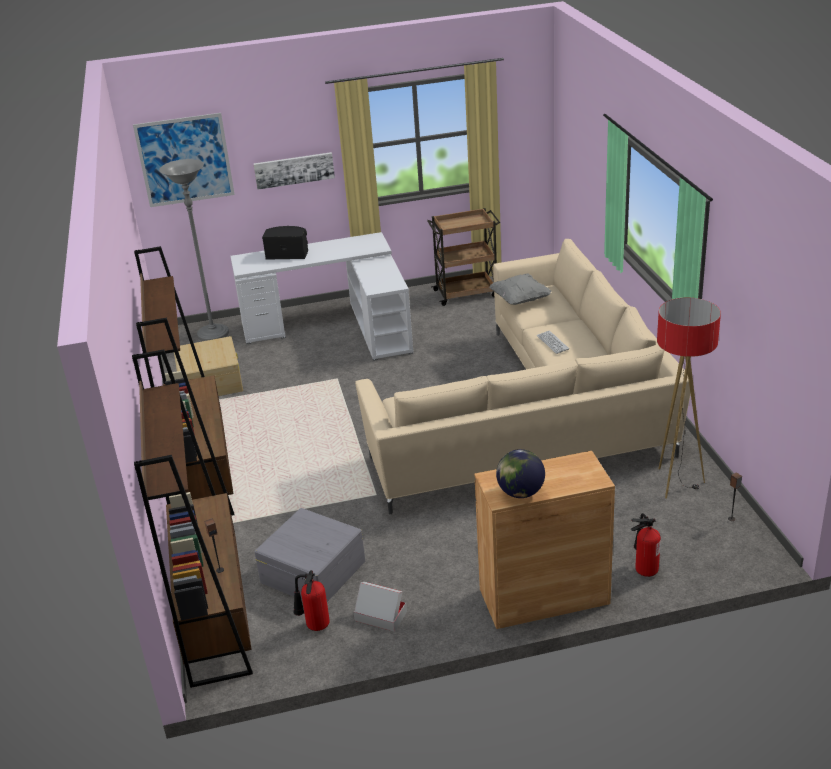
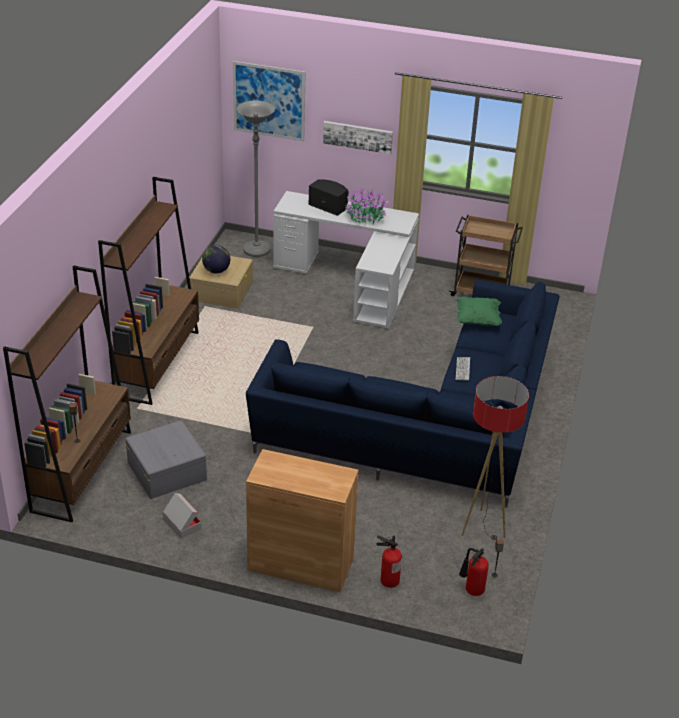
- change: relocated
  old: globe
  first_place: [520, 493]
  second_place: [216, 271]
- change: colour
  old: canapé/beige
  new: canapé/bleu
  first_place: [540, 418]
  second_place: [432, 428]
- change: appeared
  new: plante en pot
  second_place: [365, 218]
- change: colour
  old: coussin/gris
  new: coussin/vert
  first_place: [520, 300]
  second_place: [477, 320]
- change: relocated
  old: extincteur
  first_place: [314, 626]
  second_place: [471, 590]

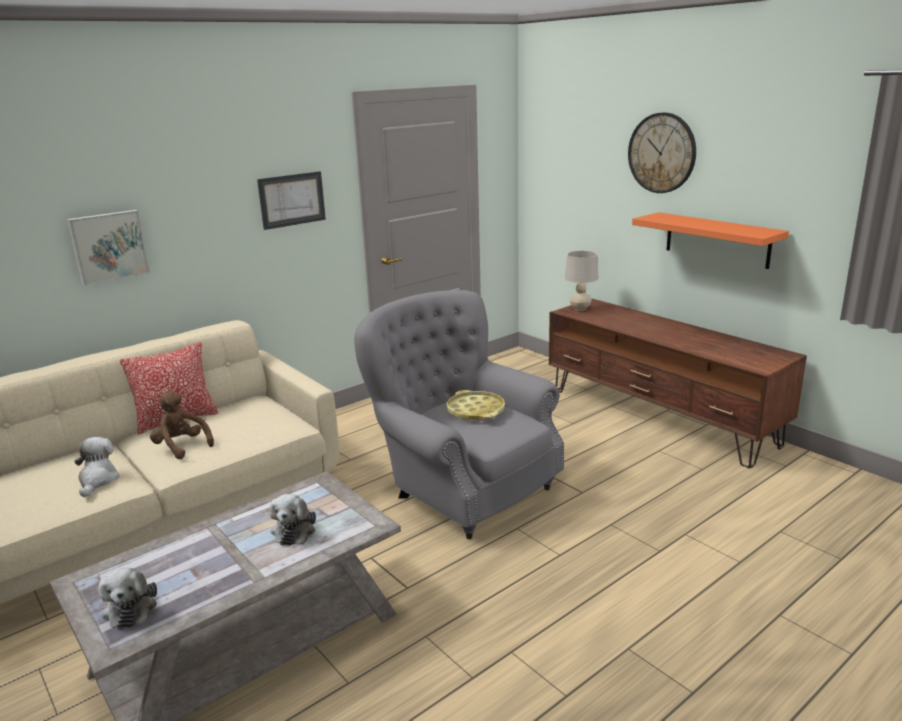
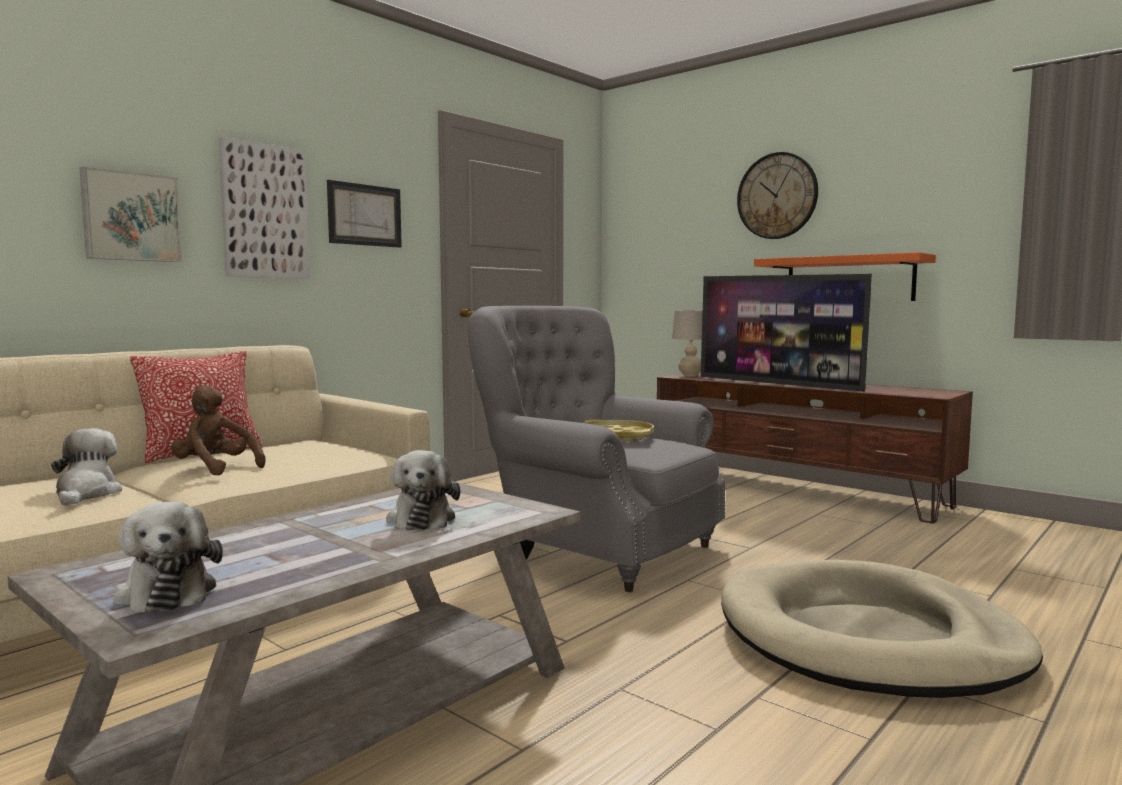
- change: appeared
  new: tableau
  second_place: [265, 211]
- change: appeared
  new: téléviseur
  second_place: [778, 384]
- change: appeared
  new: panier pour chien/beige
  second_place: [869, 638]

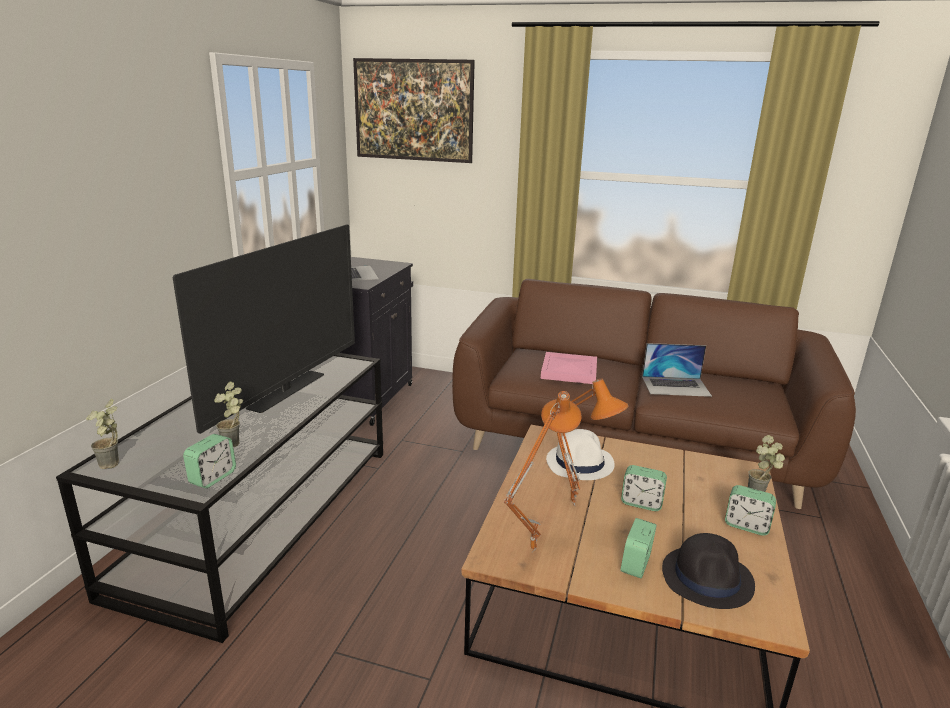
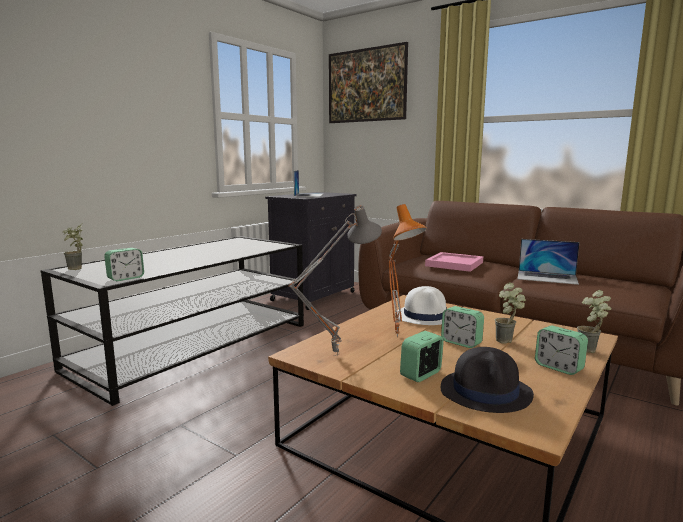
- change: colour
  old: lampe de table/orange
  new: lampe de table/gris
  first_place: [531, 549]
  second_place: [335, 354]
- change: relocated
  old: plante en pot
  first_place: [236, 445]
  second_place: [509, 342]
- change: missing
  old: téléviseur
  first_place: [287, 391]

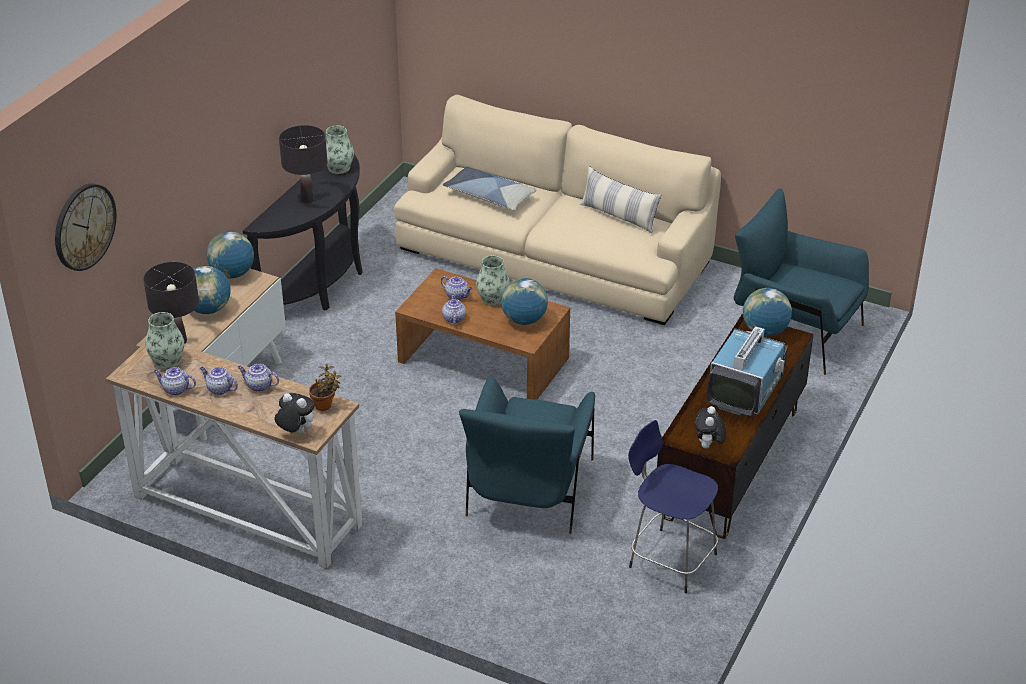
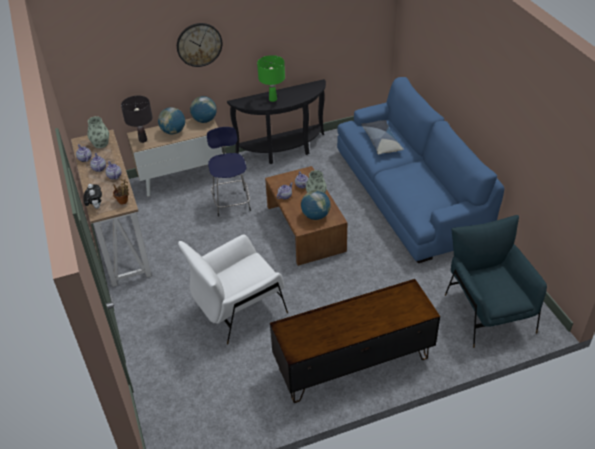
- change: relocated
  old: horloge murale
  first_place: [84, 226]
  second_place: [199, 44]
- change: colour
  old: fauteuil/bleu
  new: fauteuil/blanc
  first_place: [529, 491]
  second_place: [238, 309]
- change: relocated
  old: tabouret/bleu
  first_place: [670, 559]
  second_place: [231, 202]
- change: colour
  old: lampe de table/noir
  new: lampe de table/vert
  first_place: [307, 199]
  second_place: [273, 99]
- change: colour
  old: canapé/beige
  new: canapé/bleu
  first_place: [553, 256]
  second_place: [408, 193]
- change: missing
  old: vase
  first_place: [339, 168]
- change: missing
  old: coussin
  first_place: [618, 216]
- change: missing
  old: peluche
  first_place: [708, 446]
- change: missing
  old: téléviseur
  first_place: [746, 389]
- change: missing
  old: globe
  first_place: [764, 331]

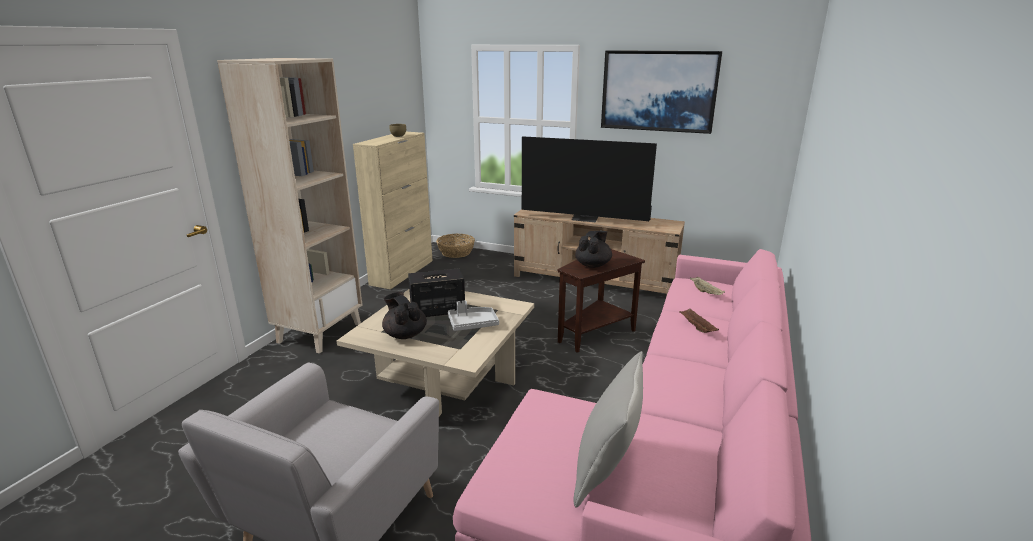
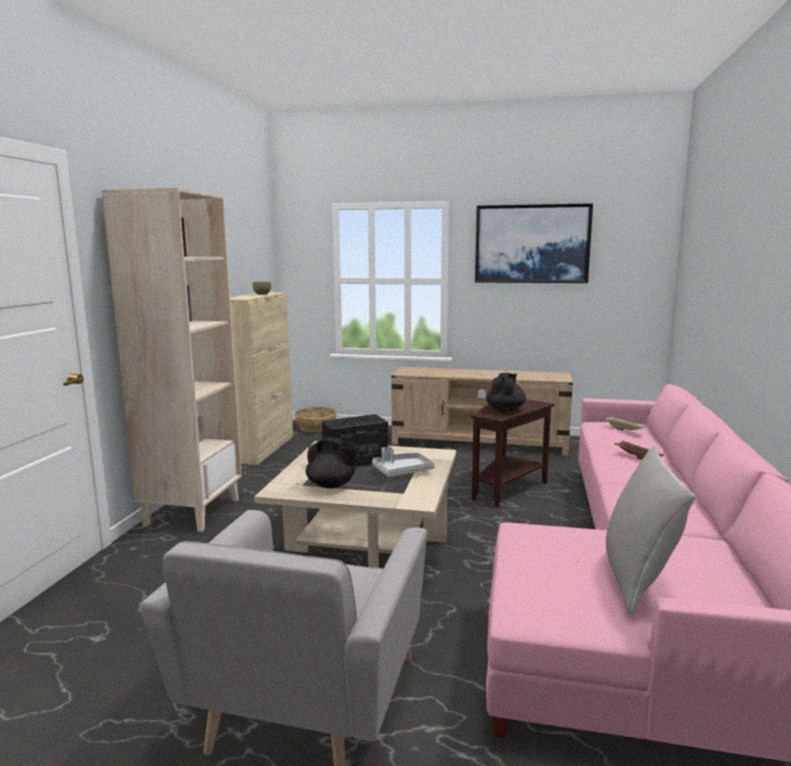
- change: spun
  old: théière/noir
  first_place: [405, 334]
  second_place: [332, 485]
  degrees: 150
- change: missing
  old: téléviseur
  first_place: [585, 219]

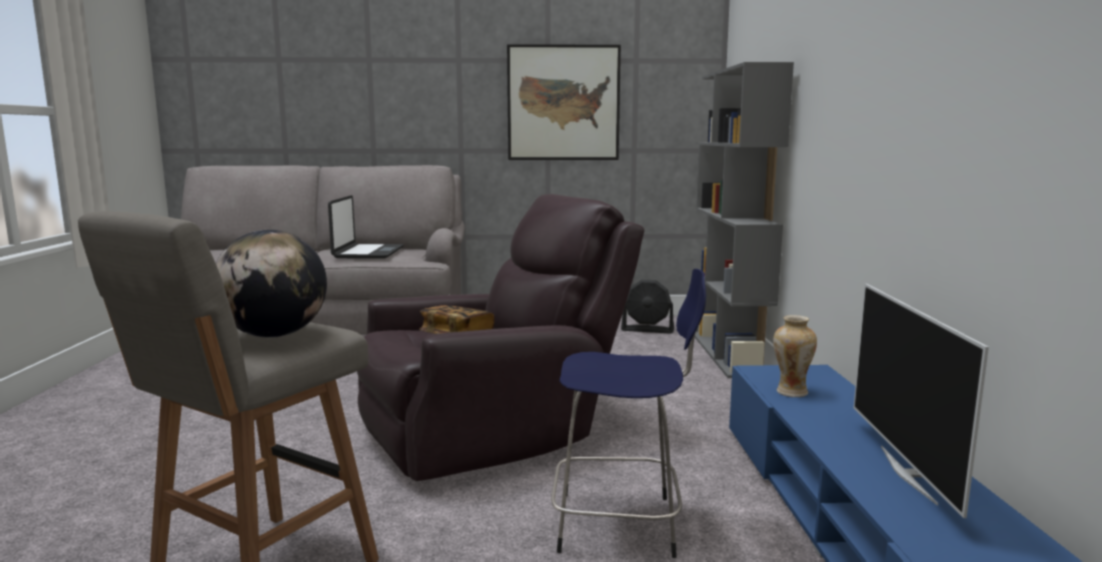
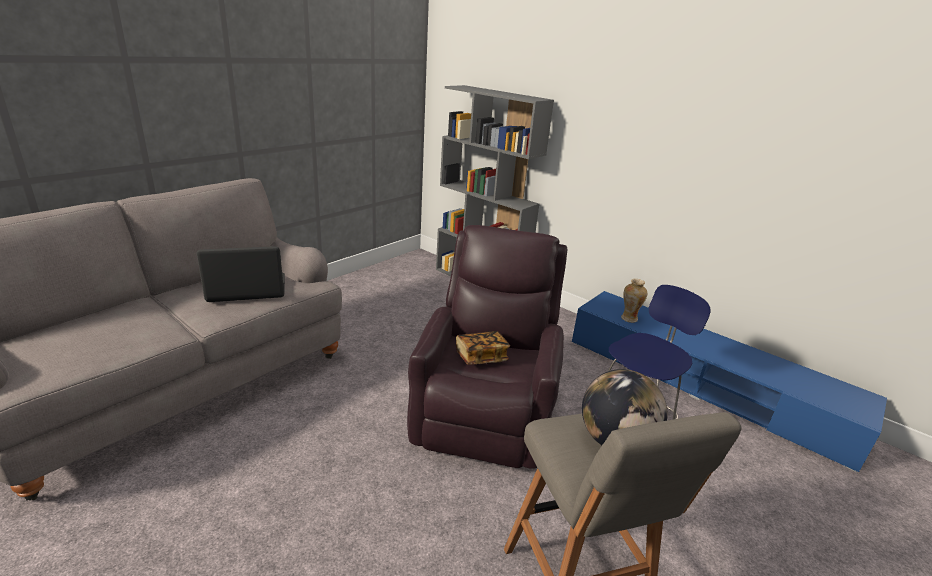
- change: spun
  old: ordinateur portable
  first_place: [367, 253]
  second_place: [247, 290]
  degrees: -60
- change: missing
  old: tableau
  first_place: [563, 103]
- change: missing
  old: ventilateur/noir
  first_place: [647, 330]
- change: missing
  old: téléviseur
  first_place: [909, 474]

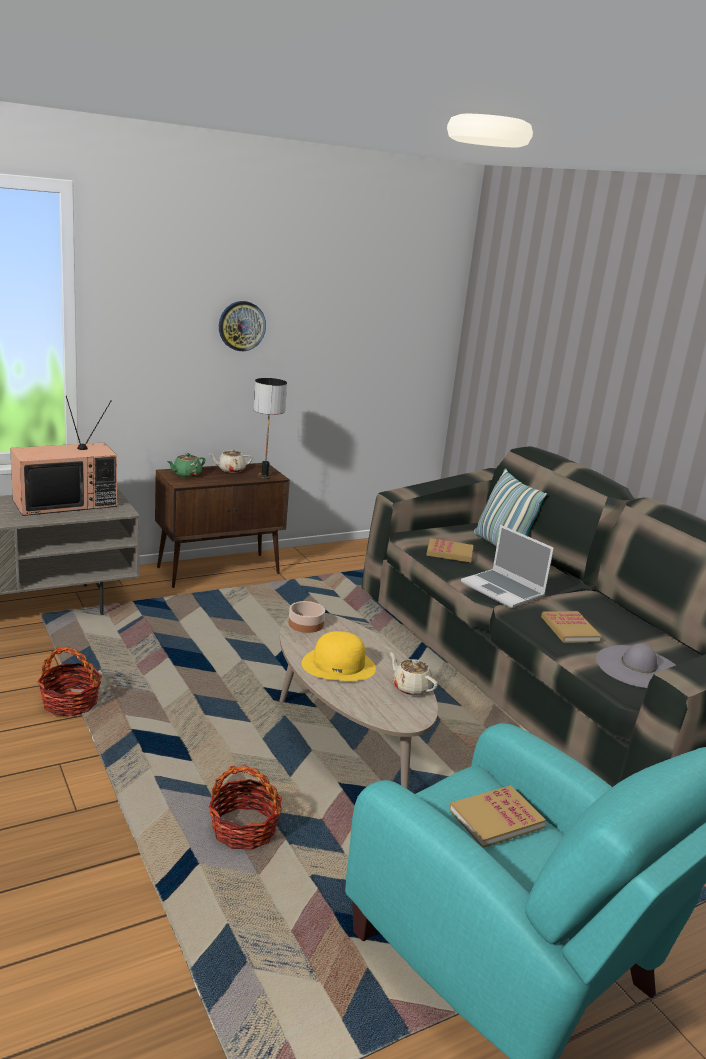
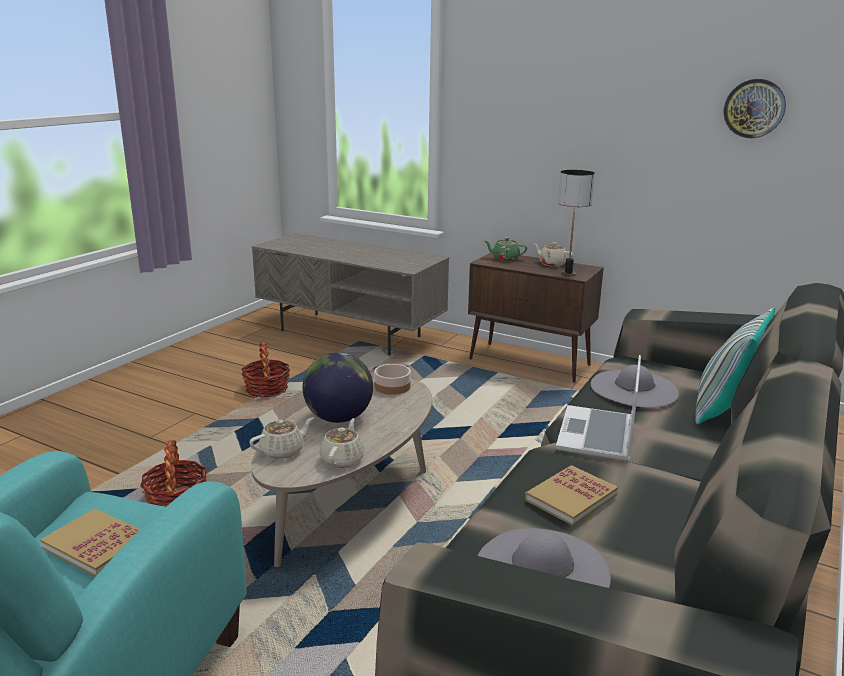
- change: appeared
  new: théière/beige
  second_place: [283, 451]
- change: exchanged
  old: chapeau/jaune
  new: globe
  first_place: [339, 665]
  second_place: [339, 418]
- change: exchanged
  old: livre
  new: chapeau/gris
  first_place: [449, 553]
  second_place: [634, 388]
- change: relocated
  old: horloge murale
  first_place: [241, 326]
  second_place: [754, 108]
- change: missing
  old: téléviseur
  first_place: [66, 502]

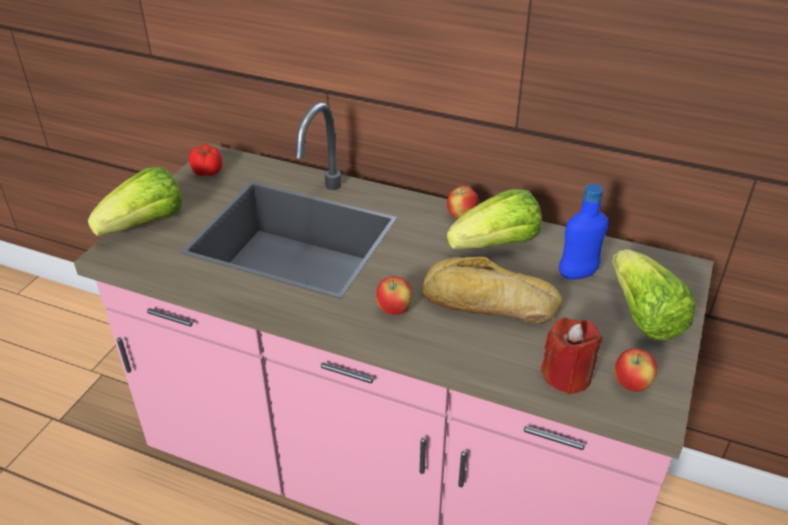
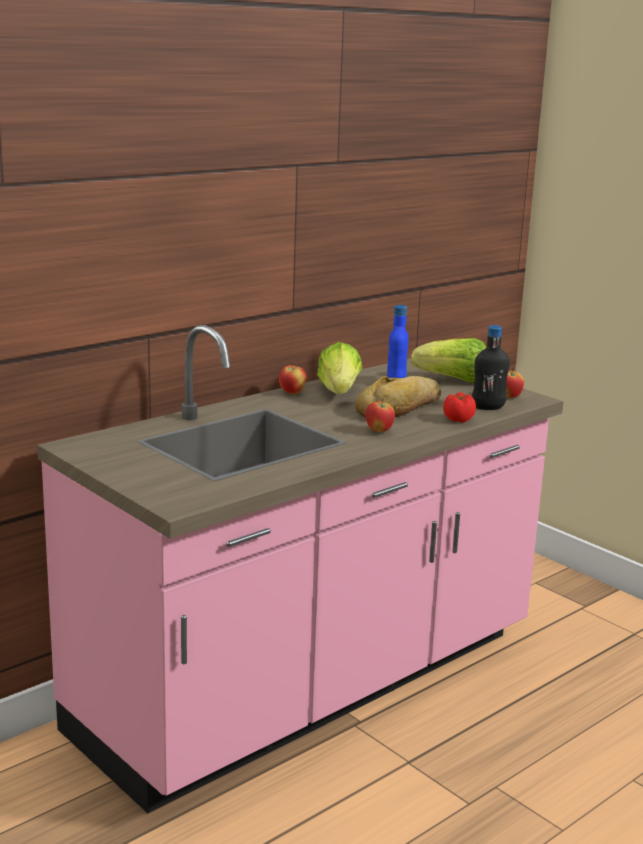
- change: relocated
  old: tomate
  first_place: [208, 172]
  second_place: [459, 420]
- change: exchanged
  old: bougie/rouge
  new: bouteille/noir
  first_place: [567, 375]
  second_place: [488, 408]
- change: missing
  old: laitue
  first_place: [145, 224]

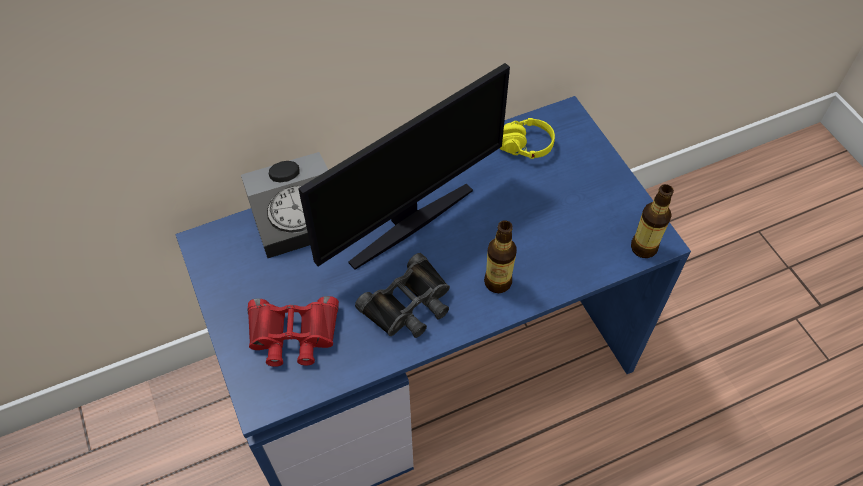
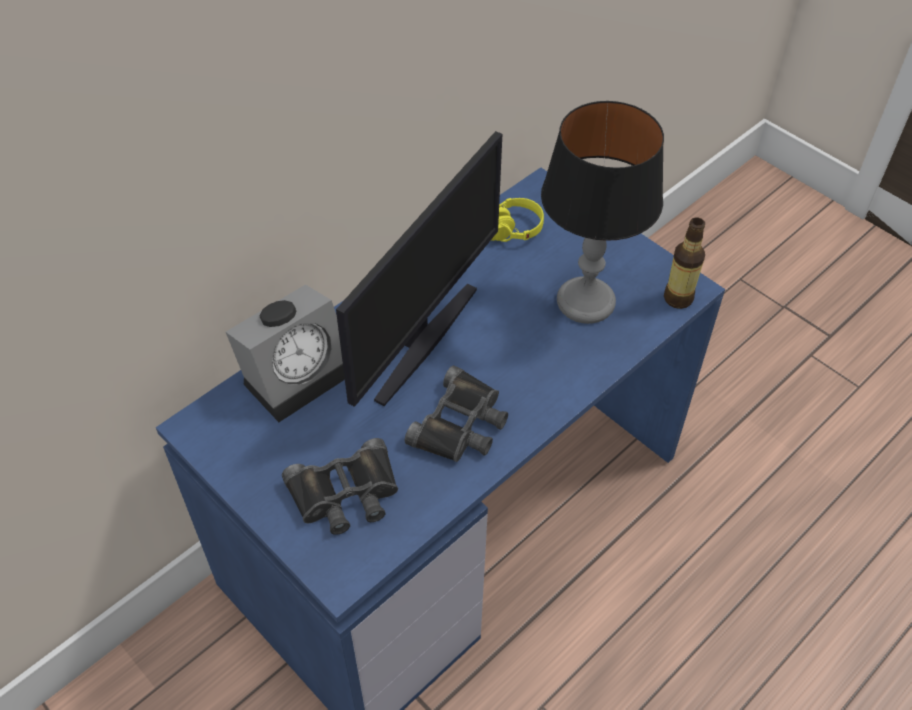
- change: colour
  old: jumelles/rouge
  new: jumelles/noir
  first_place: [293, 335]
  second_place: [346, 494]
- change: appeared
  new: lampe de table
  second_place: [585, 301]
- change: missing
  old: bouteille
  first_place: [498, 282]

